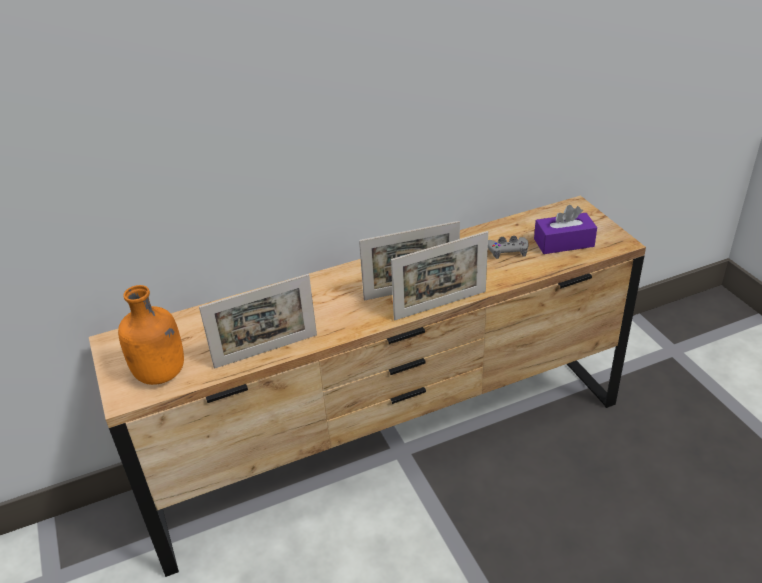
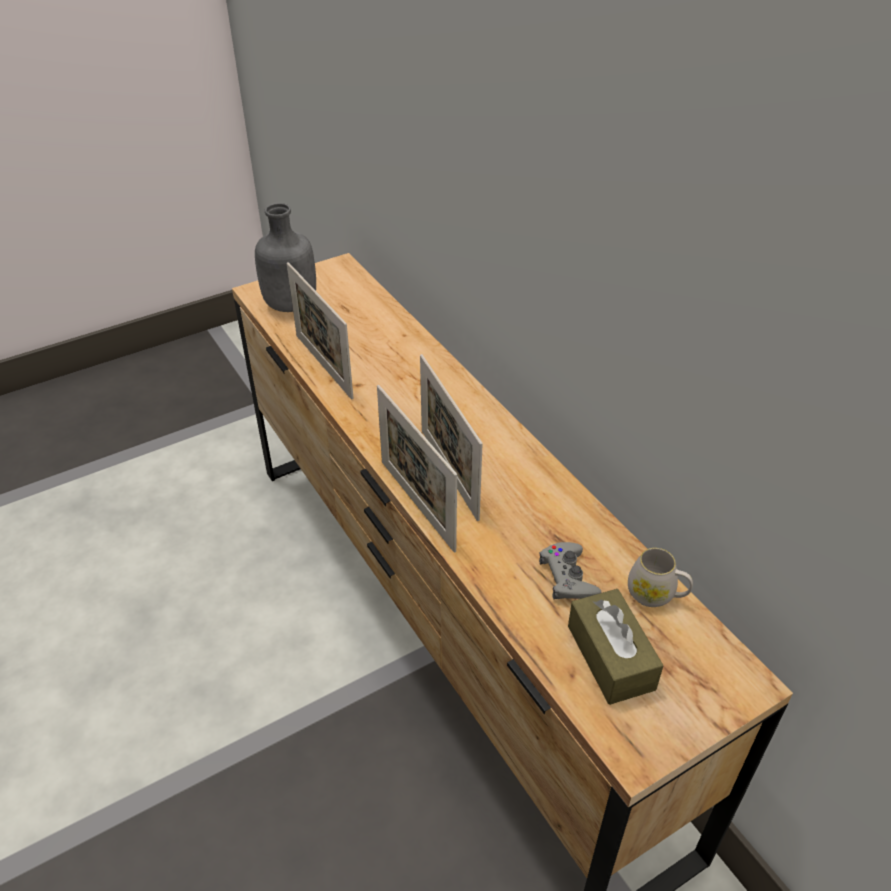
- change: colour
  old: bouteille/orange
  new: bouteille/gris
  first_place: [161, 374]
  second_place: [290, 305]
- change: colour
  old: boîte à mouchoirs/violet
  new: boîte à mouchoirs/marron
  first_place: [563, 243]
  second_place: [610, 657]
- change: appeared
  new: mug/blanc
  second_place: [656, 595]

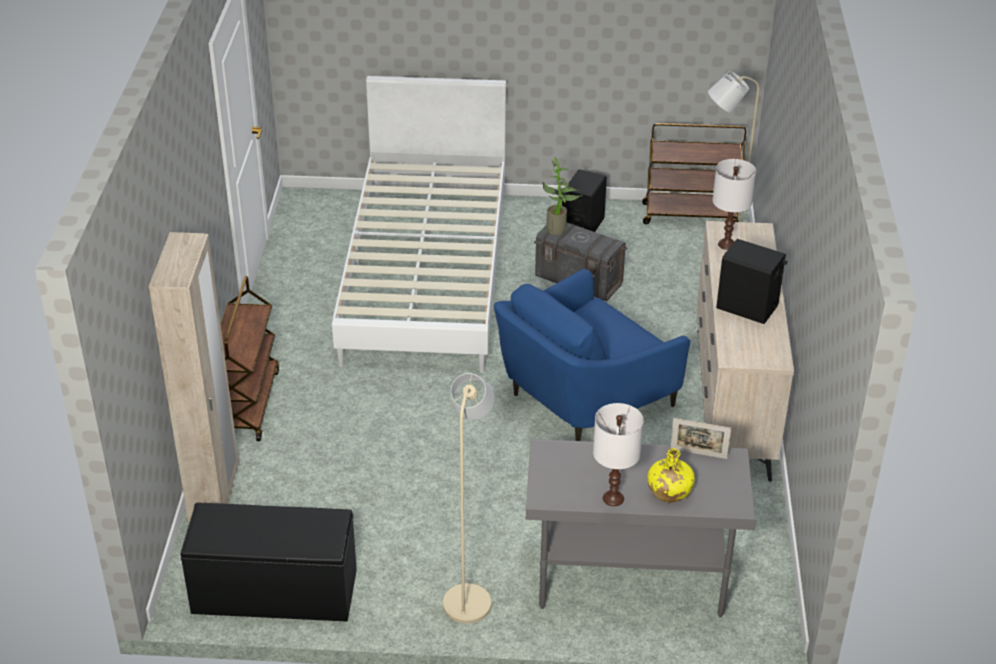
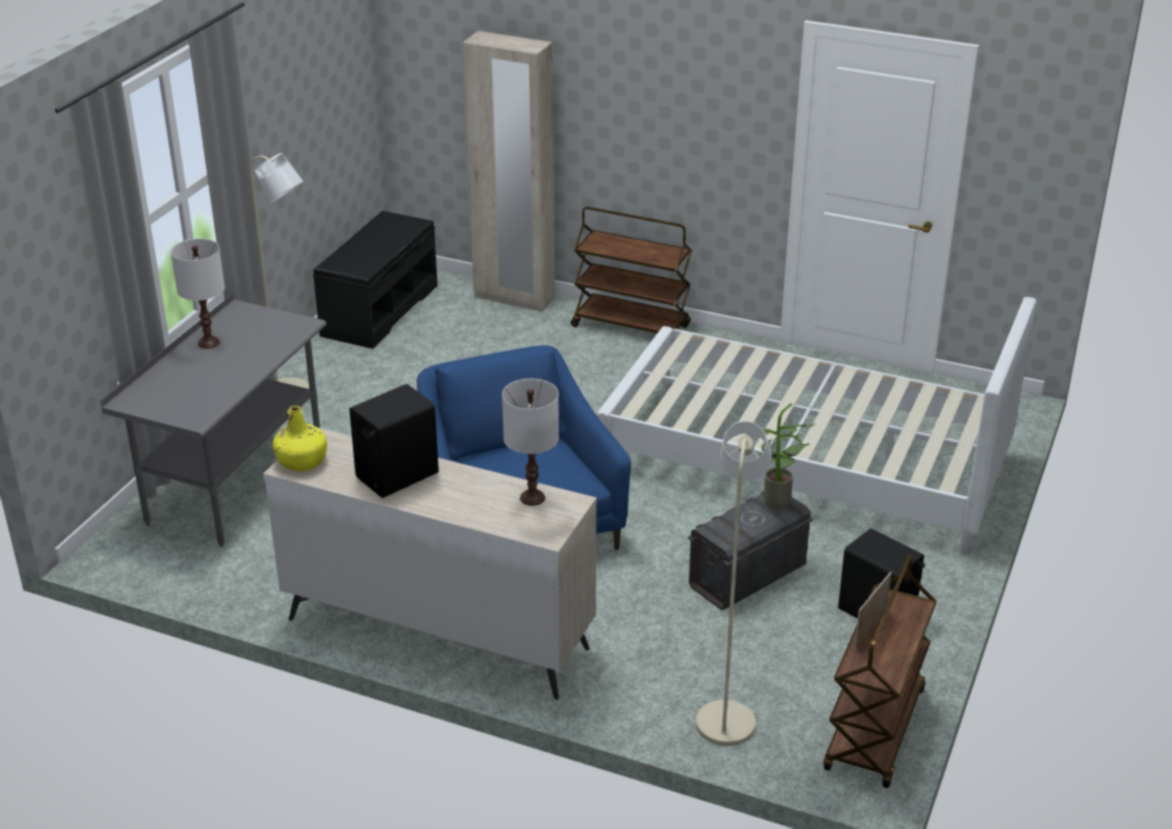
- change: relocated
  old: bouteille/jaune
  first_place: [669, 491]
  second_place: [302, 461]
- change: relocated
  old: cadre photo
  first_place: [698, 453]
  second_place: [870, 630]

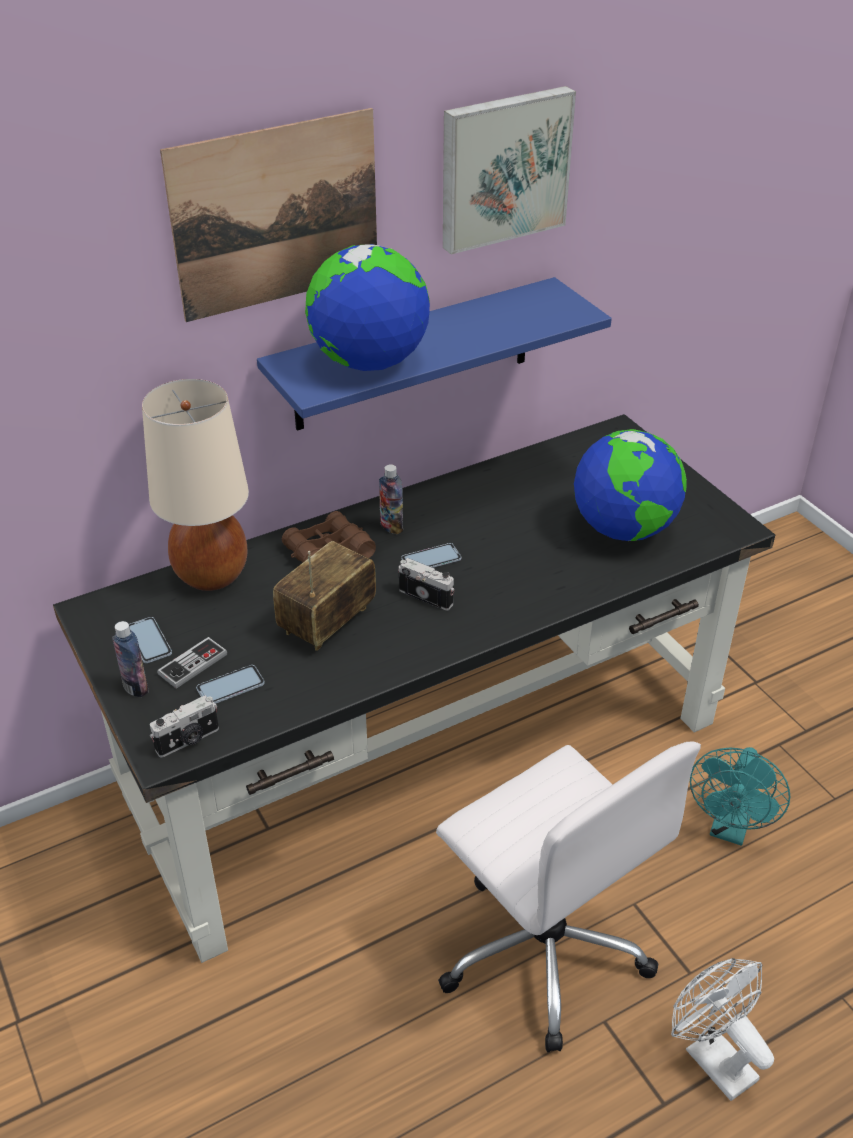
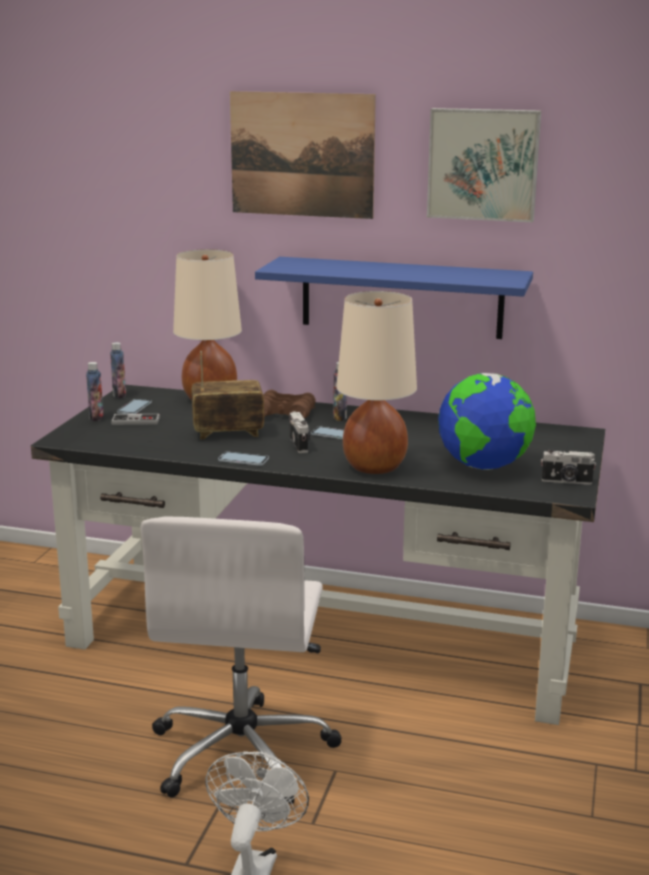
- change: appeared
  new: bouteille
  second_place: [119, 395]
- change: relocated
  old: téléphone
  first_place: [230, 686]
  second_place: [243, 459]
- change: appeared
  new: lampe de table/beige
  second_place: [373, 467]
- change: relocated
  old: appareil photo
  first_place: [188, 740]
  second_place: [566, 481]
- change: missing
  old: globe
  first_place: [369, 363]
- change: missing
  old: ventilateur/turquoise
  first_place: [730, 829]

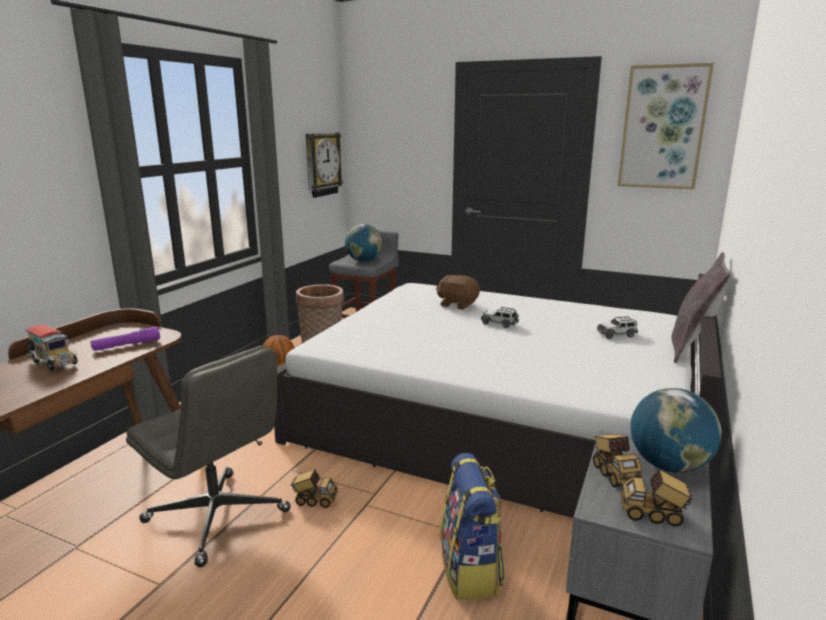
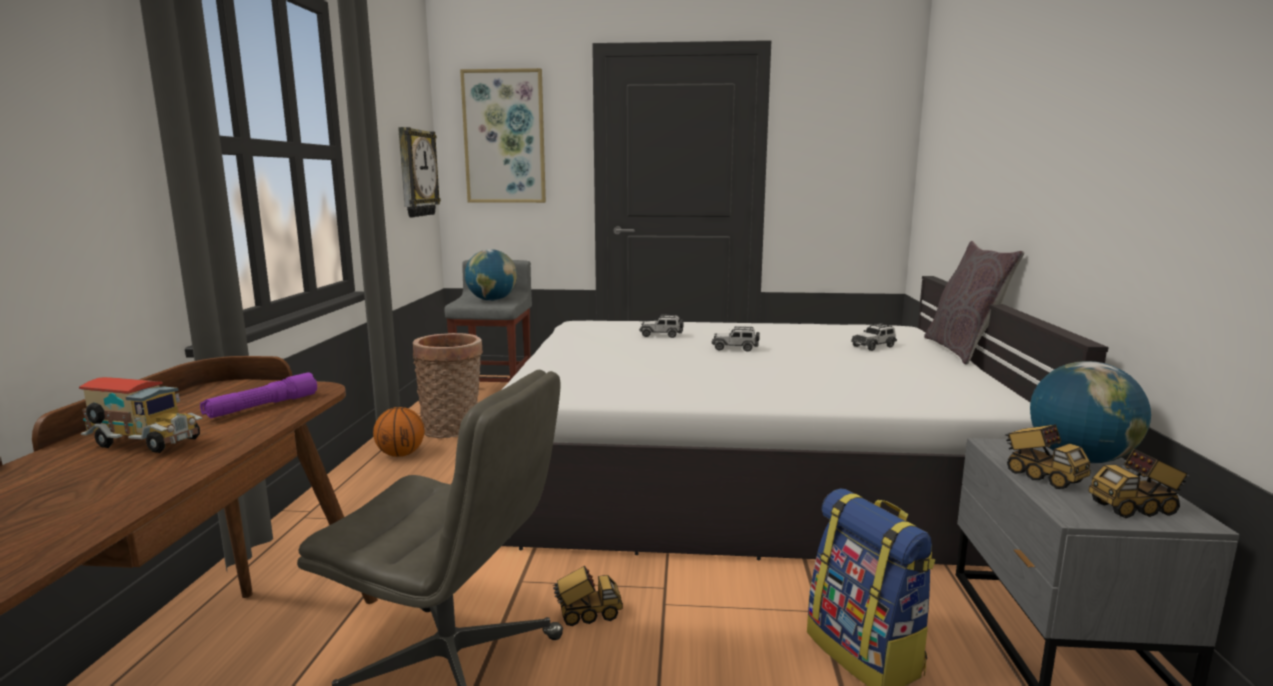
- change: relocated
  old: tableau
  first_place: [663, 127]
  second_place: [504, 137]
- change: exchanged
  old: peluche/marron
  new: petite voiture
  first_place: [457, 304]
  second_place: [661, 335]

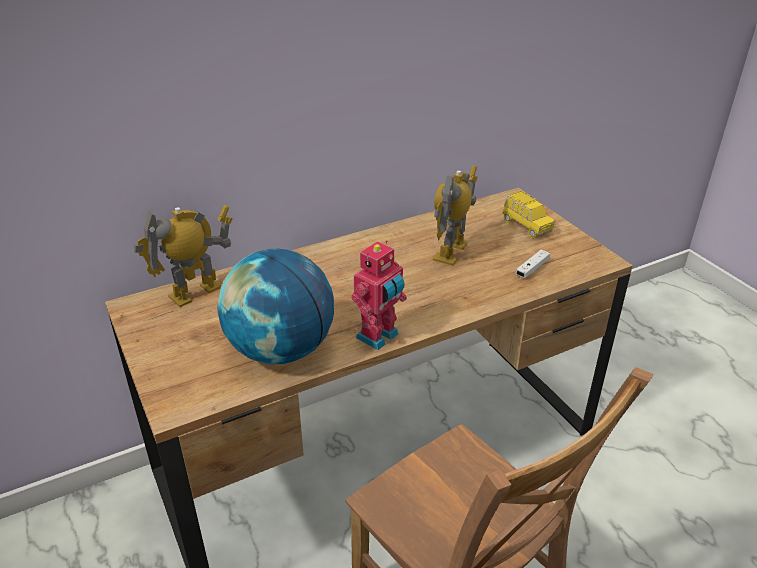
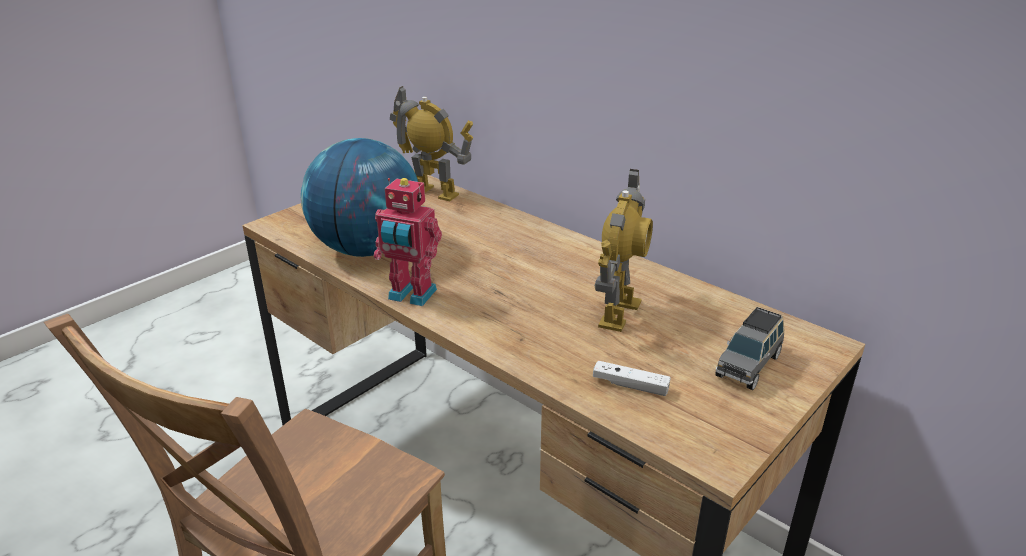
- change: spun
  old: robot jouet
  first_place: [451, 252]
  second_place: [618, 313]
  degrees: 105
- change: colour
  old: petite voiture/jaune
  new: petite voiture/gris
  first_place: [526, 226]
  second_place: [748, 365]

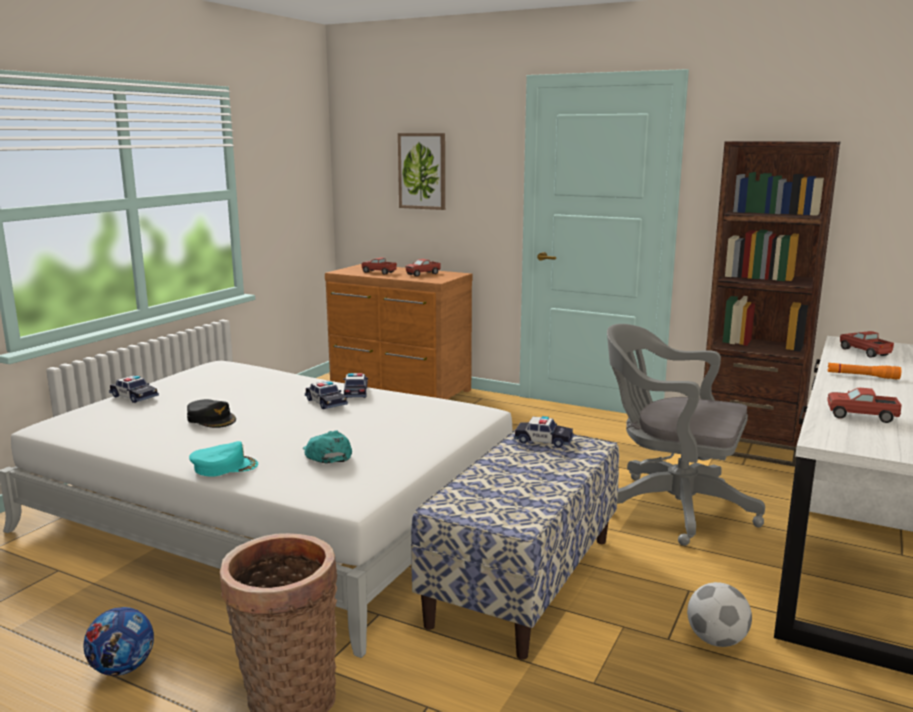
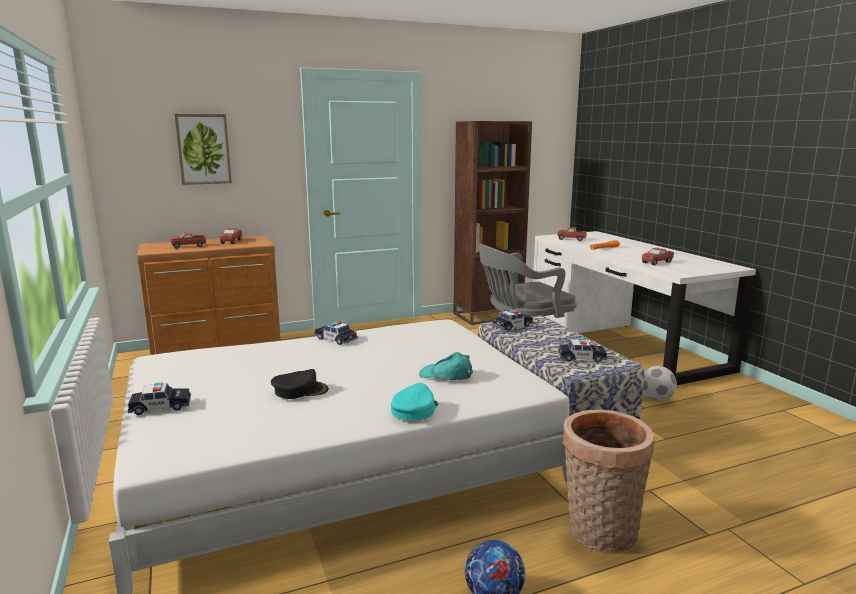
- change: relocated
  old: petite voiture
  first_place: [326, 402]
  second_place: [582, 358]

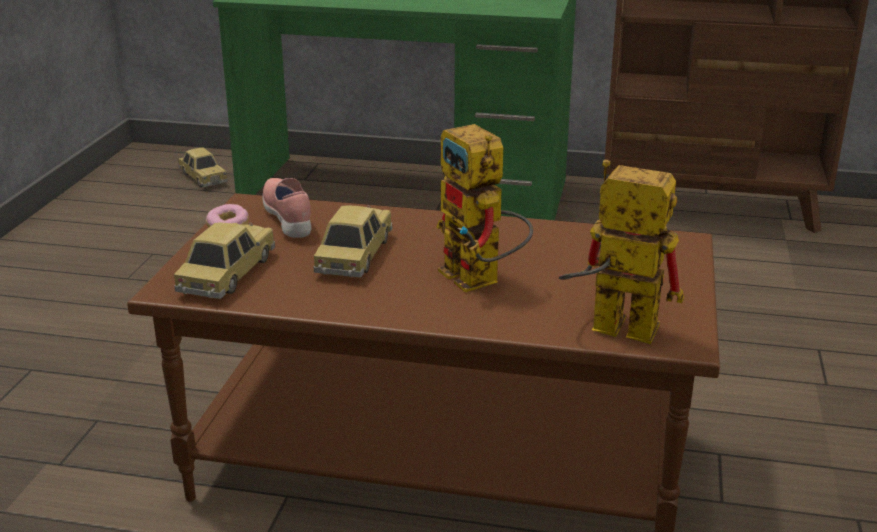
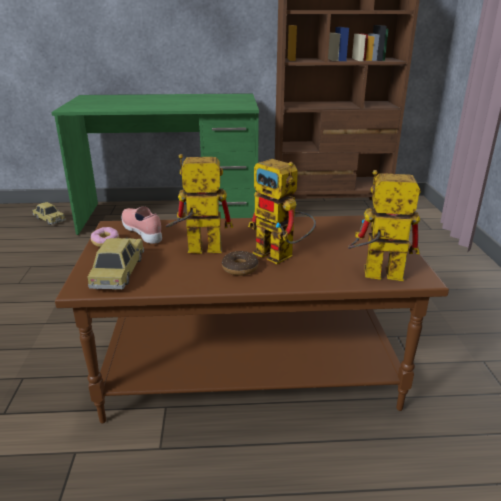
- change: exchanged
  old: petite voiture
  new: robot jouet
  first_place: [355, 255]
  second_place: [196, 250]
- change: appeared
  new: beignet
  second_place: [240, 268]

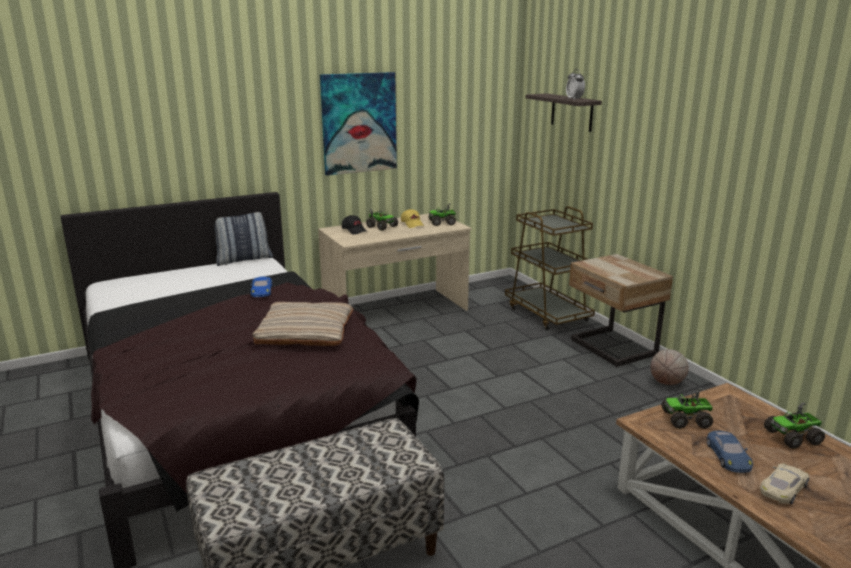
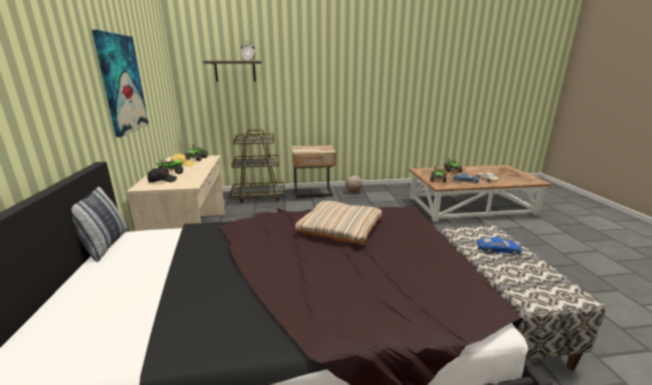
- change: relocated
  old: petite voiture/bleu
  first_place: [261, 291]
  second_place: [498, 249]

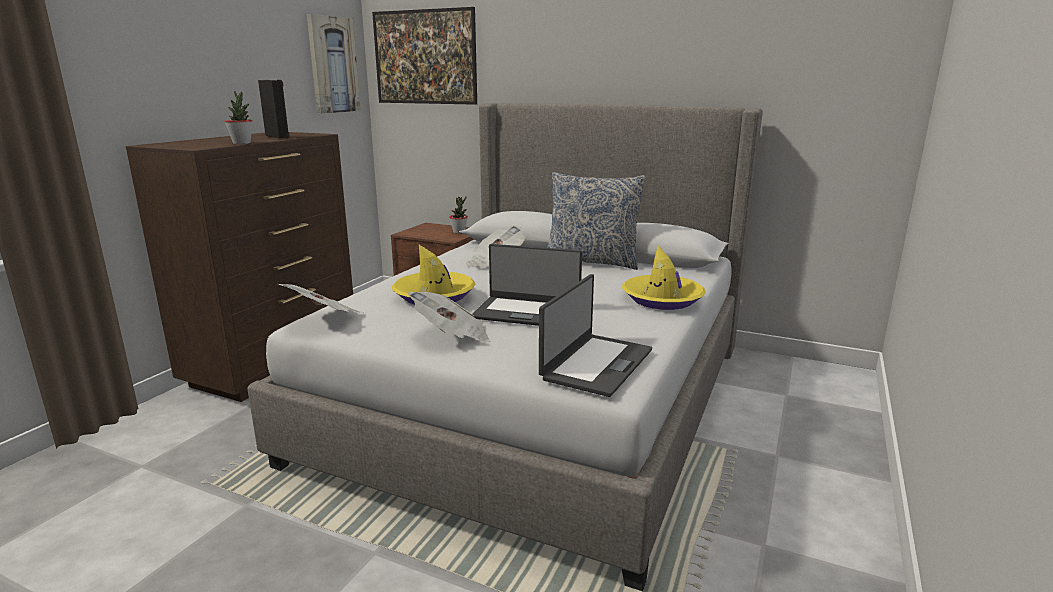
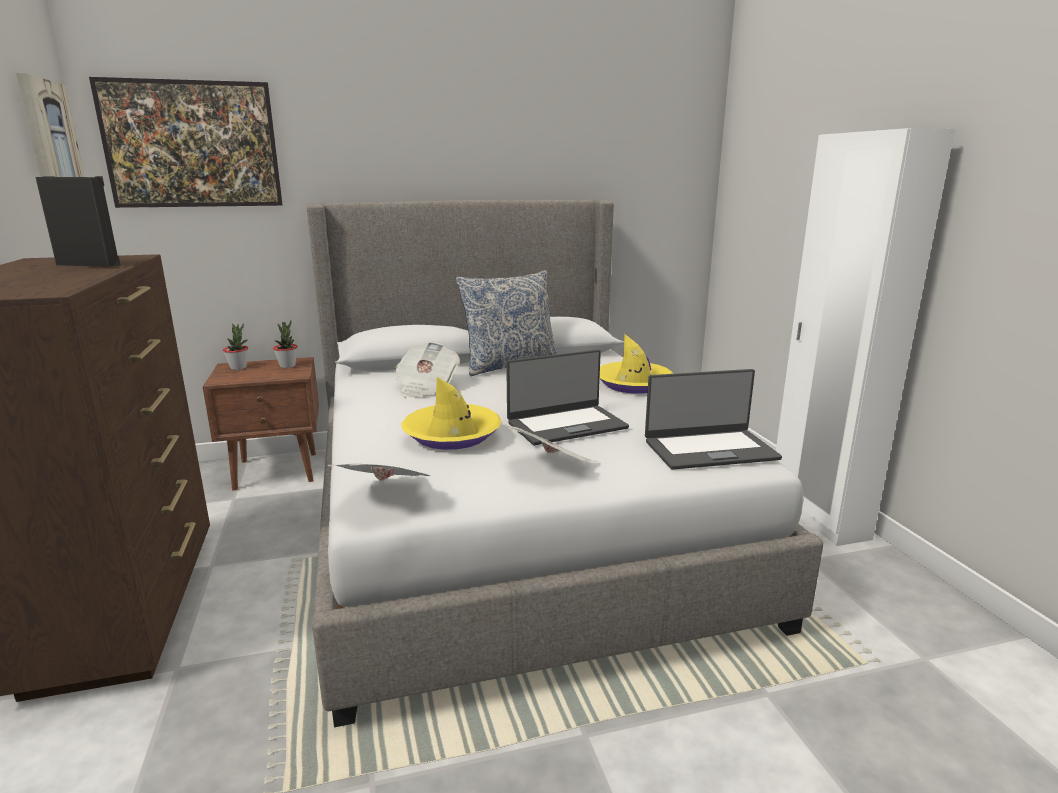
- change: relocated
  old: plante en pot
  first_place: [241, 143]
  second_place: [238, 368]
- change: spun
  old: ordinateur portable
  first_place: [596, 364]
  second_place: [709, 449]
  degrees: 90
- change: appeared
  new: armoire/blanc
  second_place: [817, 517]

